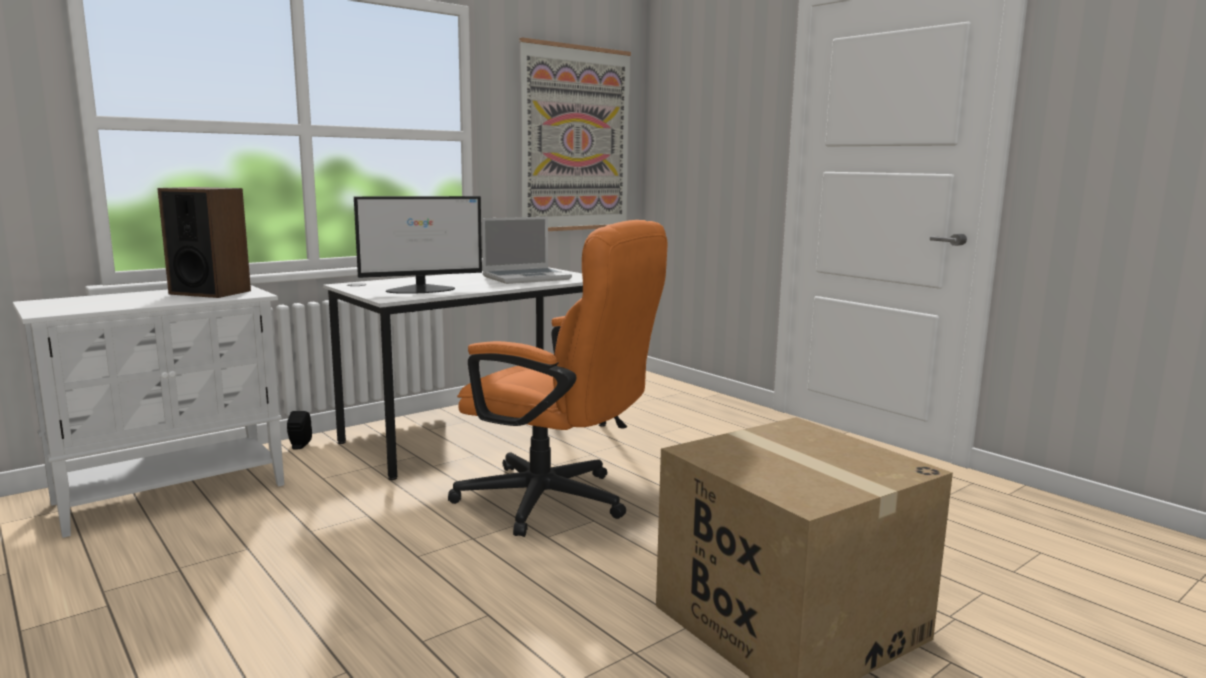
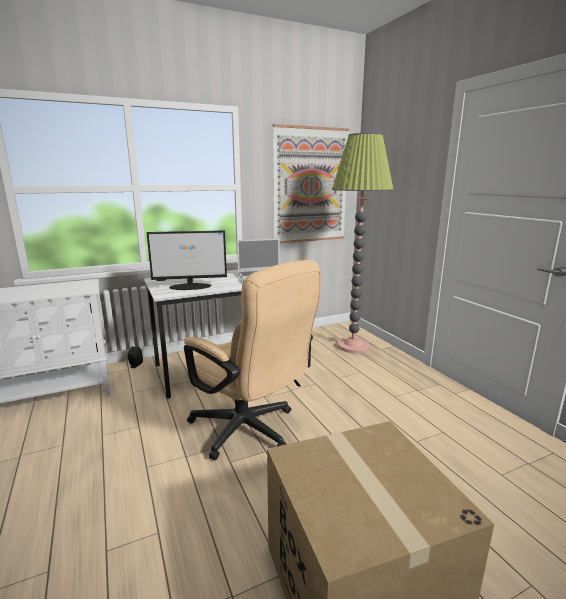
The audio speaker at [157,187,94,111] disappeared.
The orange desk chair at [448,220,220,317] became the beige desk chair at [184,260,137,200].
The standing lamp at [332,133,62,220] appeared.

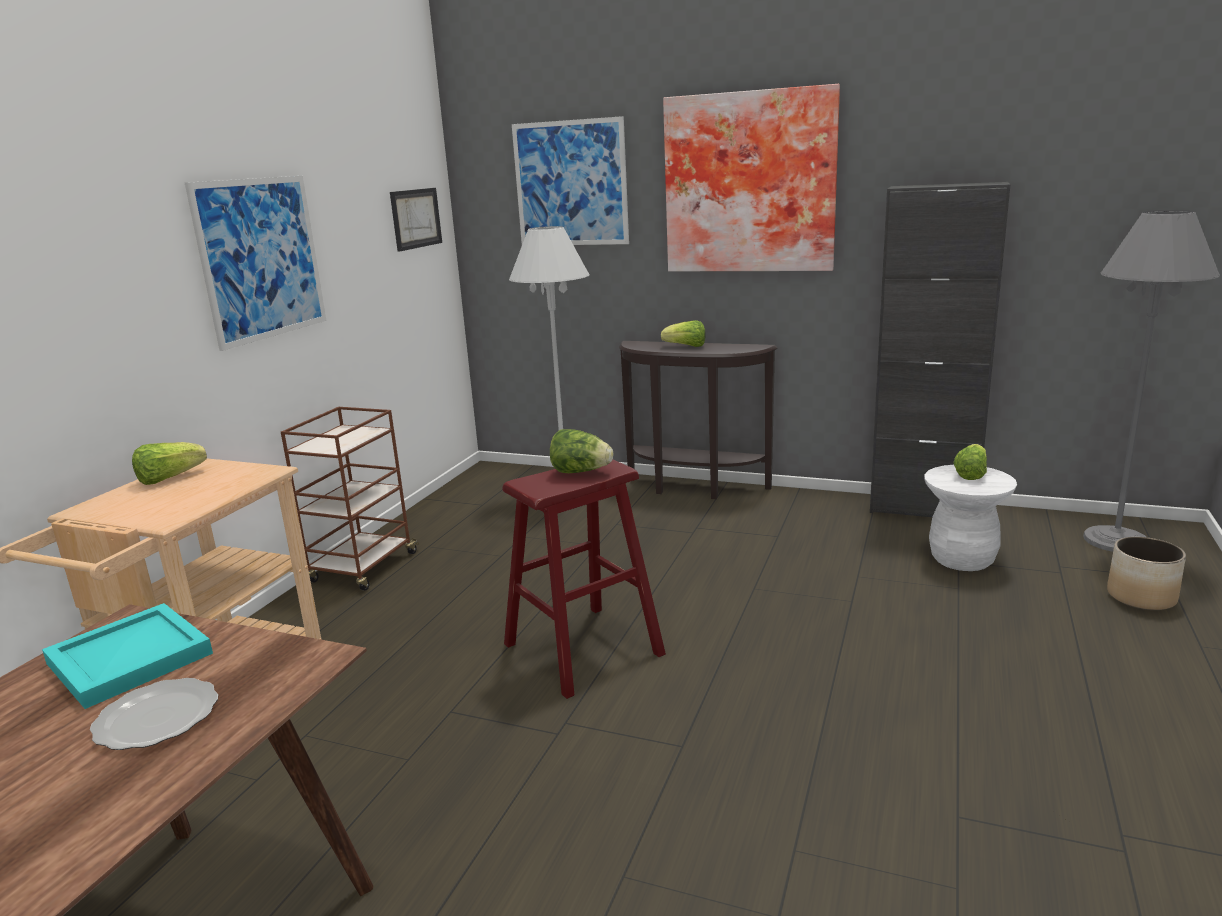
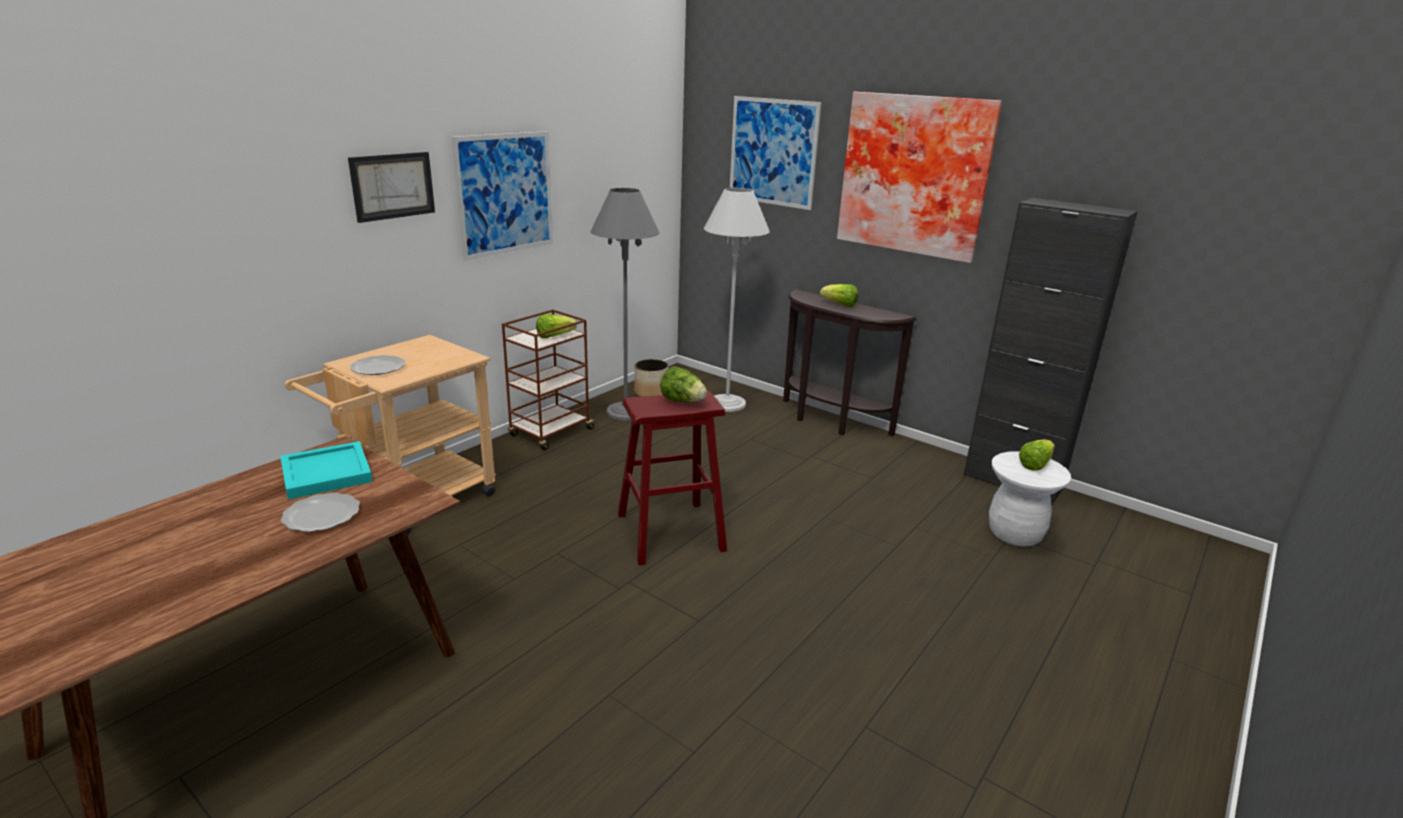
The lettuce moved from [132,442,75,43] to [536,314,41,24].
The picture moved from [390,188,52,64] to [348,152,87,71].
The grey standing lamp moved from [1083,210,137,342] to [590,188,69,232].
The planter moved from [1107,537,79,73] to [634,359,35,38].
The flat dish at [350,355,55,20] appeared.

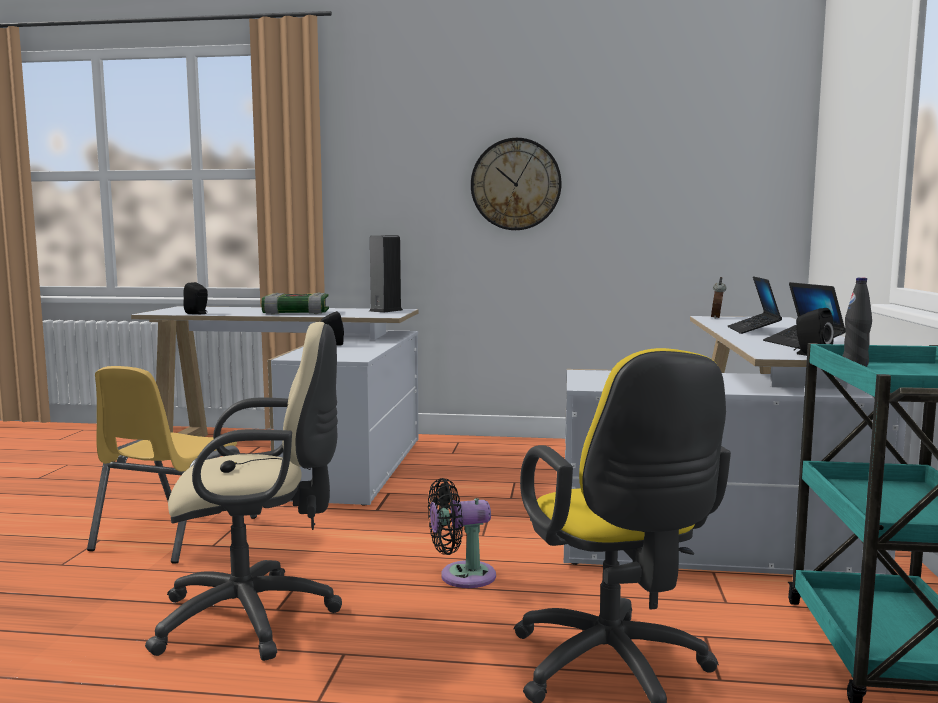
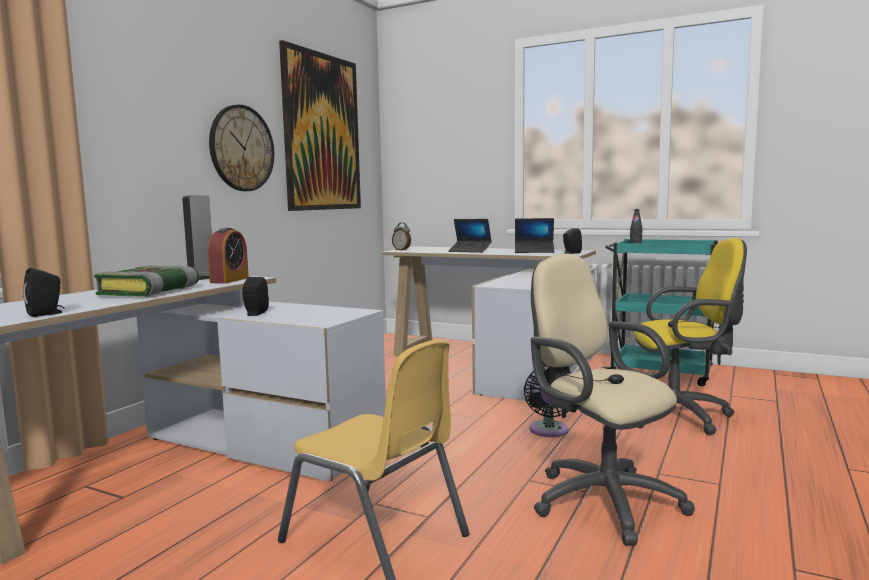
The beige desk chair at [145,322,197,339] turned 45 degrees counterclockwise.
The bedside clock at [208,227,41,57] appeared.
The picture at [279,40,82,171] appeared.

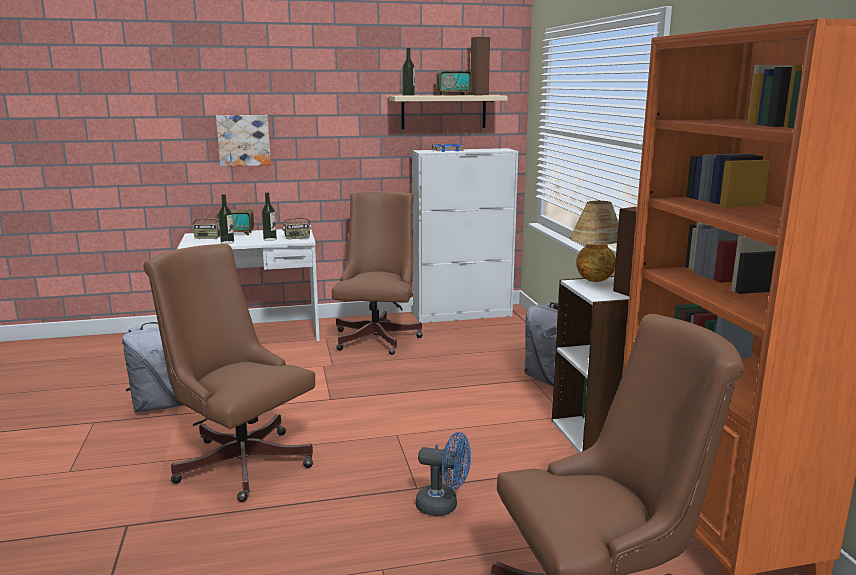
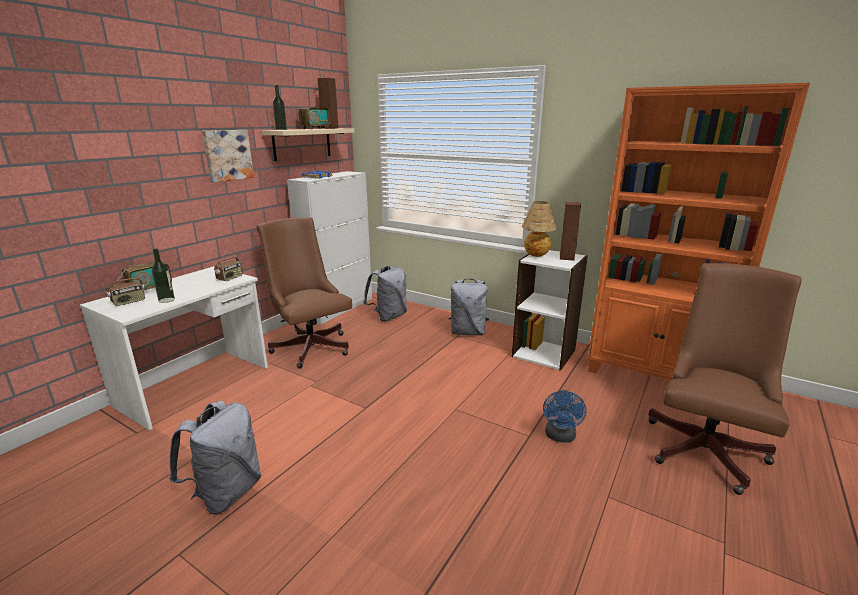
The brown-coloured desk chair at [143,244,172,258] disappeared.
The picture moved from [216,115,55,52] to [202,130,52,53].
The bottle at [262,192,15,49] disappeared.
The blue-coloured electric fan at [416,432,55,84] turned 135 degrees clockwise.
The grey backpack at [363,266,44,56] appeared.

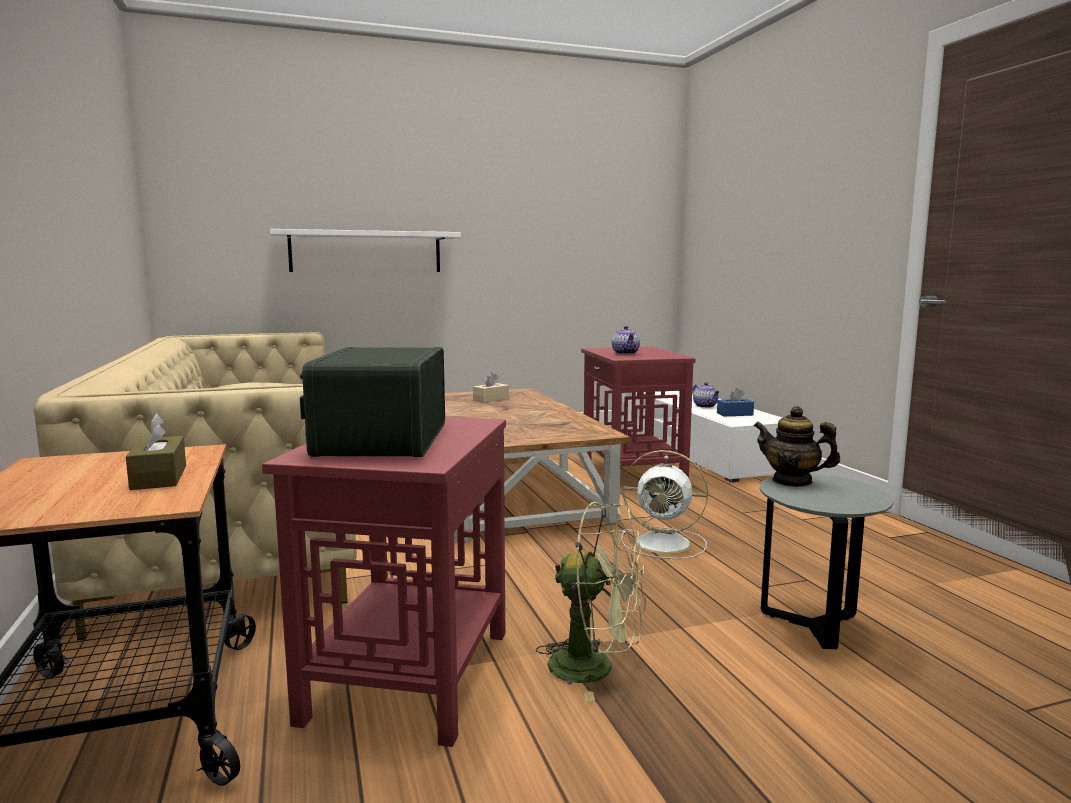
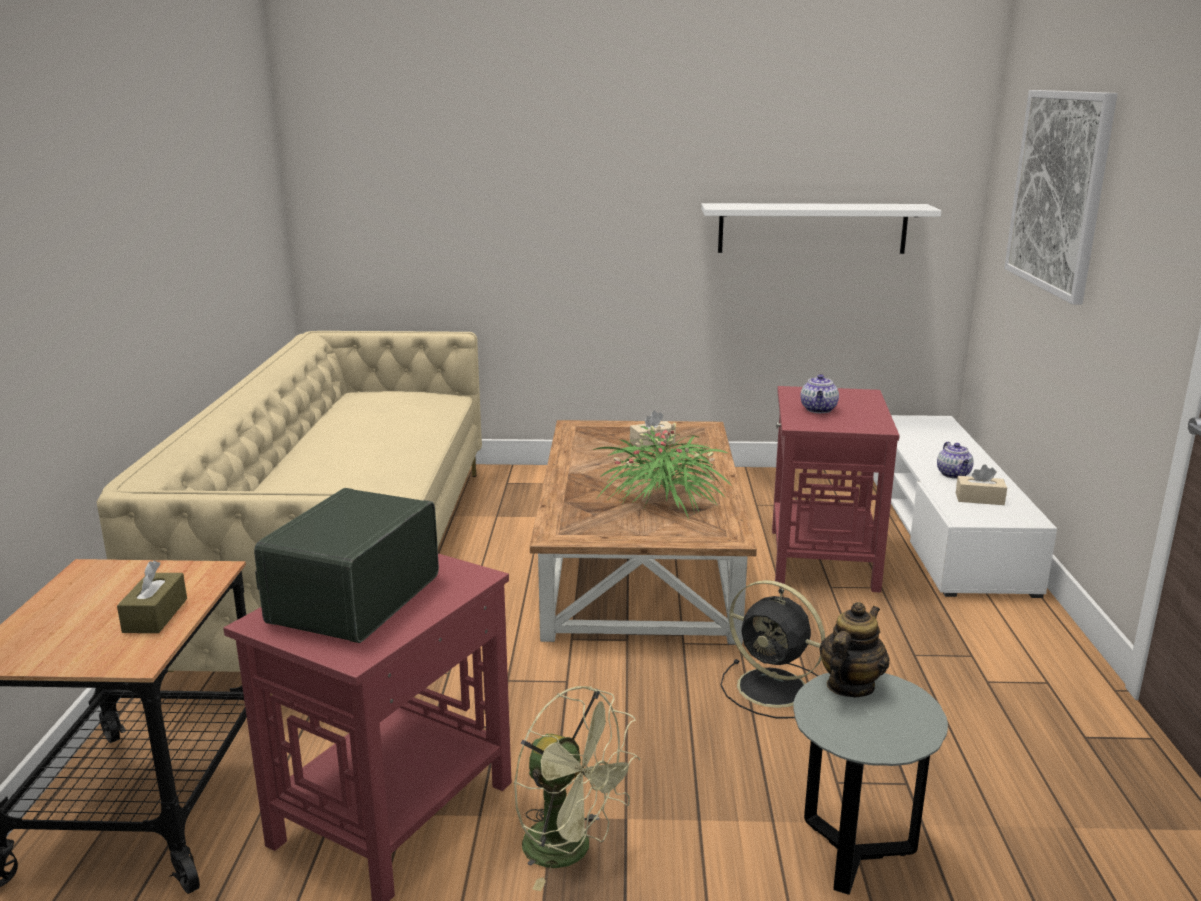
The white bracket shelf moved from [270,229,191,43] to [701,203,240,51].
The white electric fan at [621,450,87,109] became the blackish electric fan at [721,580,104,139].
The blue-coloured box of tissues at [717,388,37,28] became the beige box of tissues at [956,465,51,40].
The teapot at [754,406,86,81] turned 75 degrees clockwise.
The houseplant at [593,423,139,96] appeared.
The picture at [1004,90,113,215] appeared.

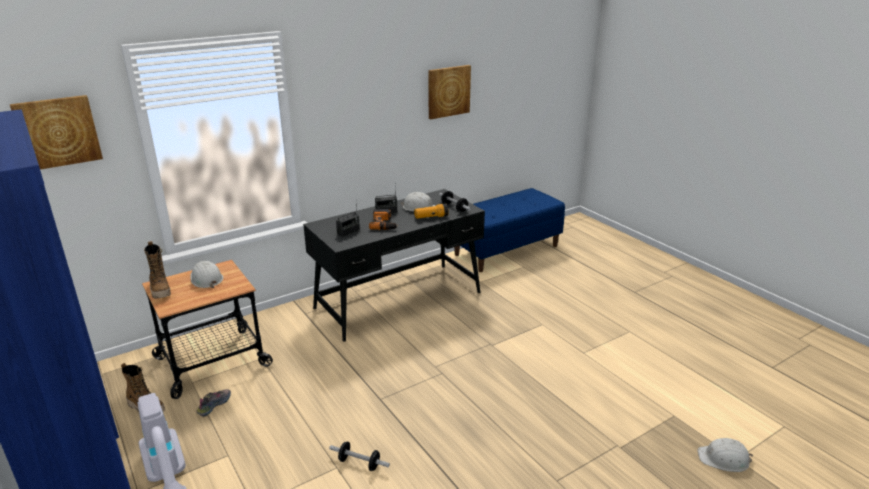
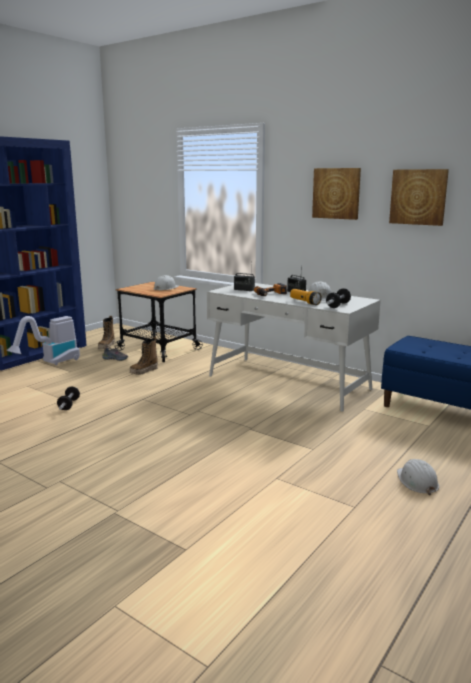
The picture moved from [10,95,93,74] to [312,168,49,52].
The tall boot moved from [144,241,27,58] to [130,337,28,38].
The blackish desk at [303,189,182,152] became the white desk at [207,283,174,129].
The white work helmet moved from [697,438,56,34] to [397,459,42,36].

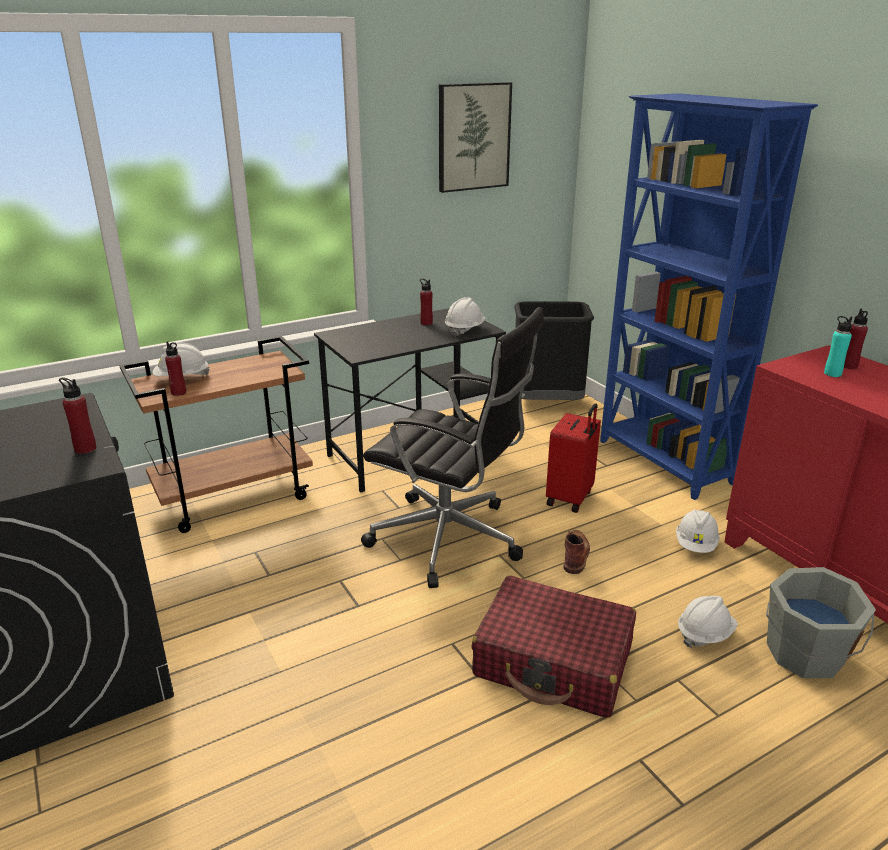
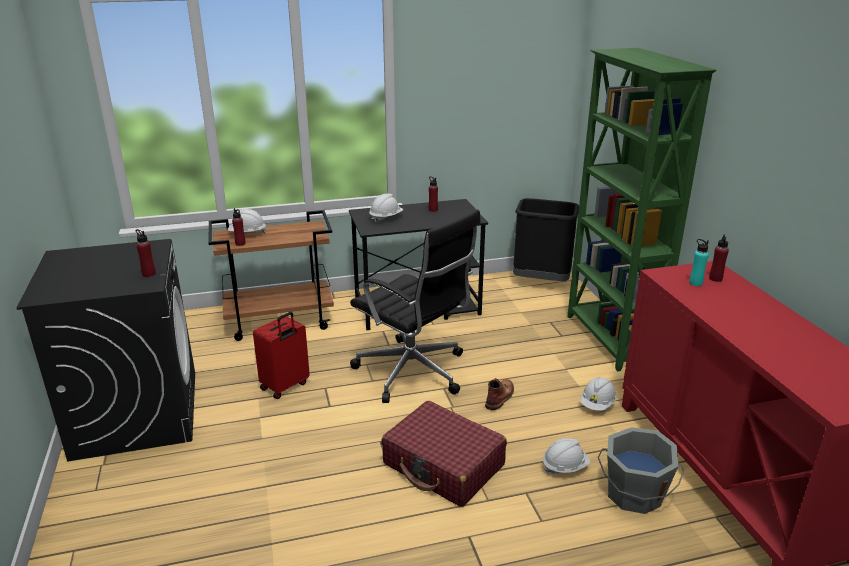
The picture at [439,82,73,111] disappeared.
The white work helmet moved from [445,297,40,40] to [369,194,34,29].
The red-coloured piece of luggage moved from [546,403,55,110] to [253,312,57,87].
The blue-coloured bookshelf at [600,93,218,407] became the green-coloured bookshelf at [567,48,149,324].

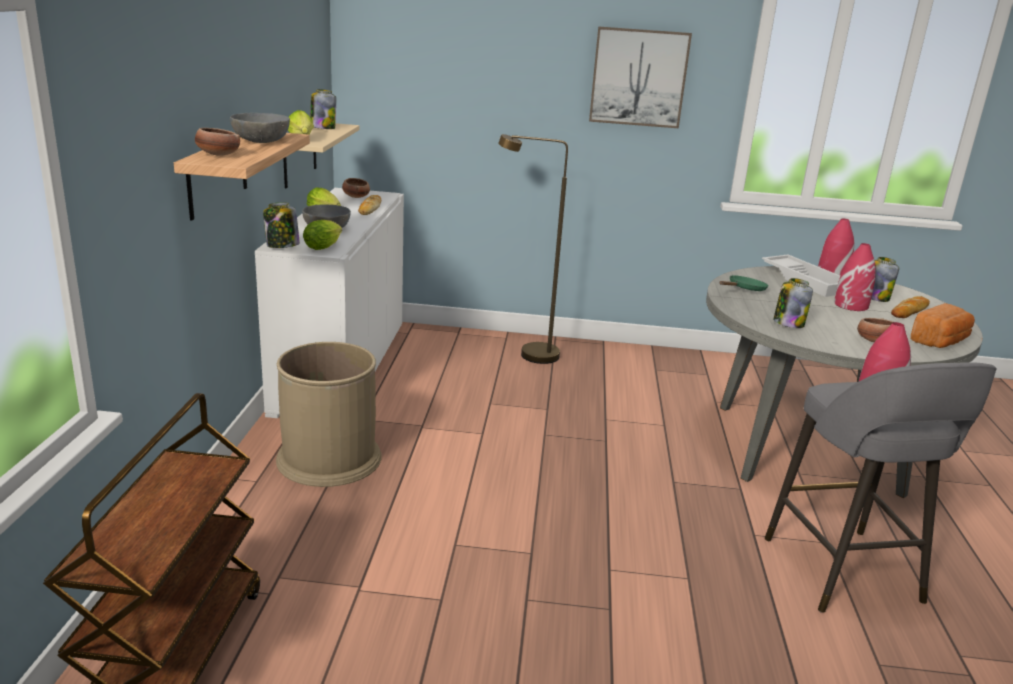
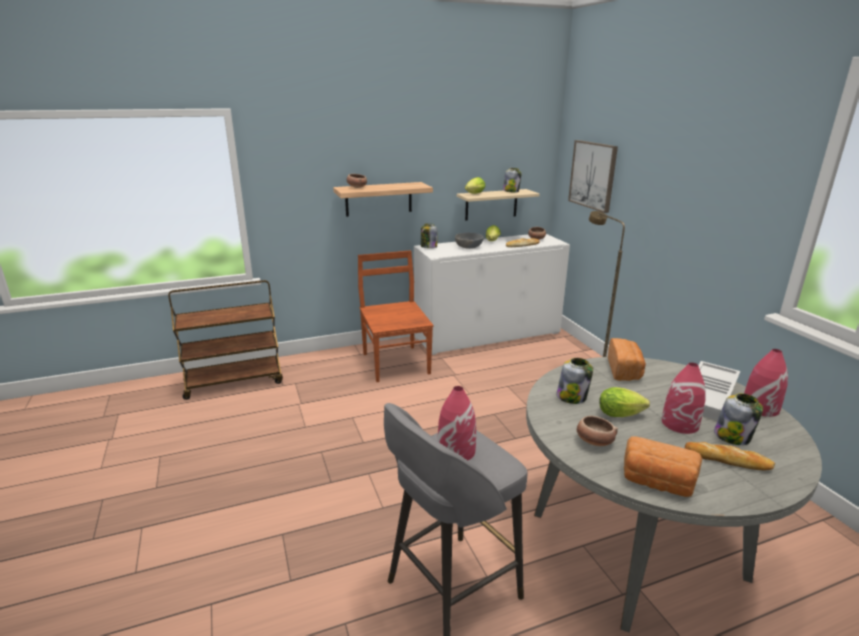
The grey serving bowl at [230,113,60,30] disappeared.
The brown-coloured trash can at [276,342,105,145] was replaced by the brown-coloured plain chair at [358,250,76,132].
The lettuce moved from [303,220,39,30] to [599,387,51,30].
The picture moved from [589,26,103,102] to [568,140,50,73].
The green-coloured skillet at [720,275,49,16] was replaced by the bakery bread at [608,338,38,43].

